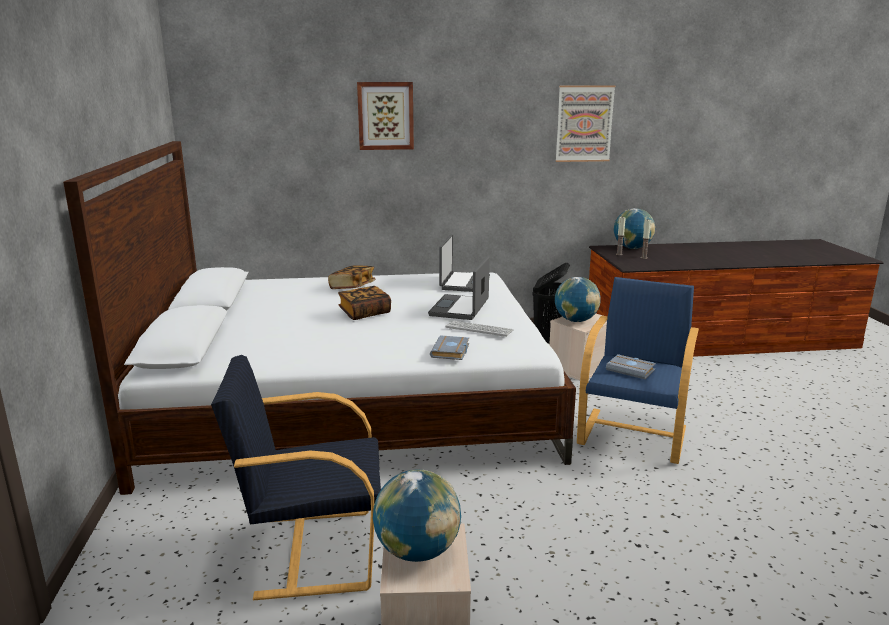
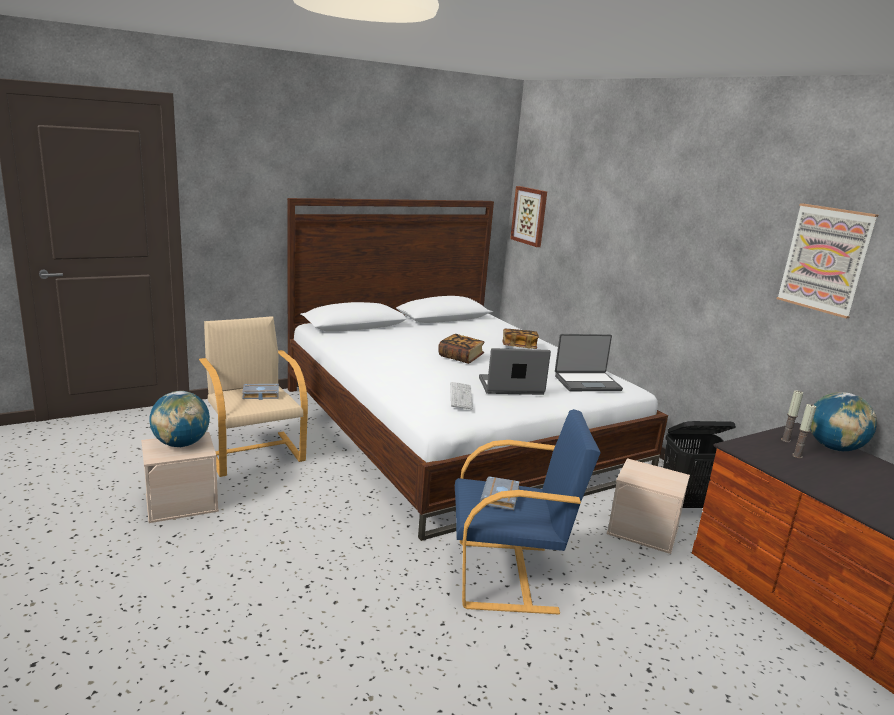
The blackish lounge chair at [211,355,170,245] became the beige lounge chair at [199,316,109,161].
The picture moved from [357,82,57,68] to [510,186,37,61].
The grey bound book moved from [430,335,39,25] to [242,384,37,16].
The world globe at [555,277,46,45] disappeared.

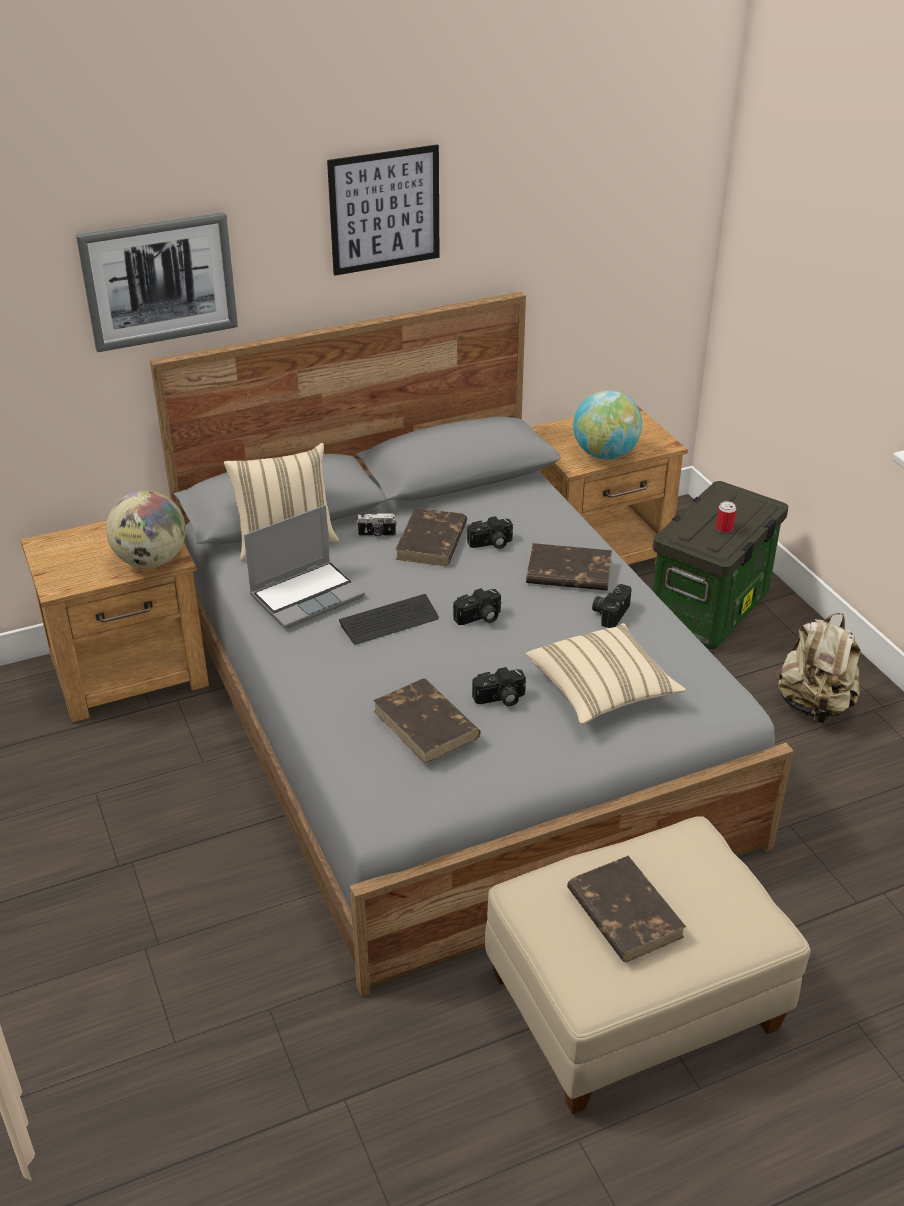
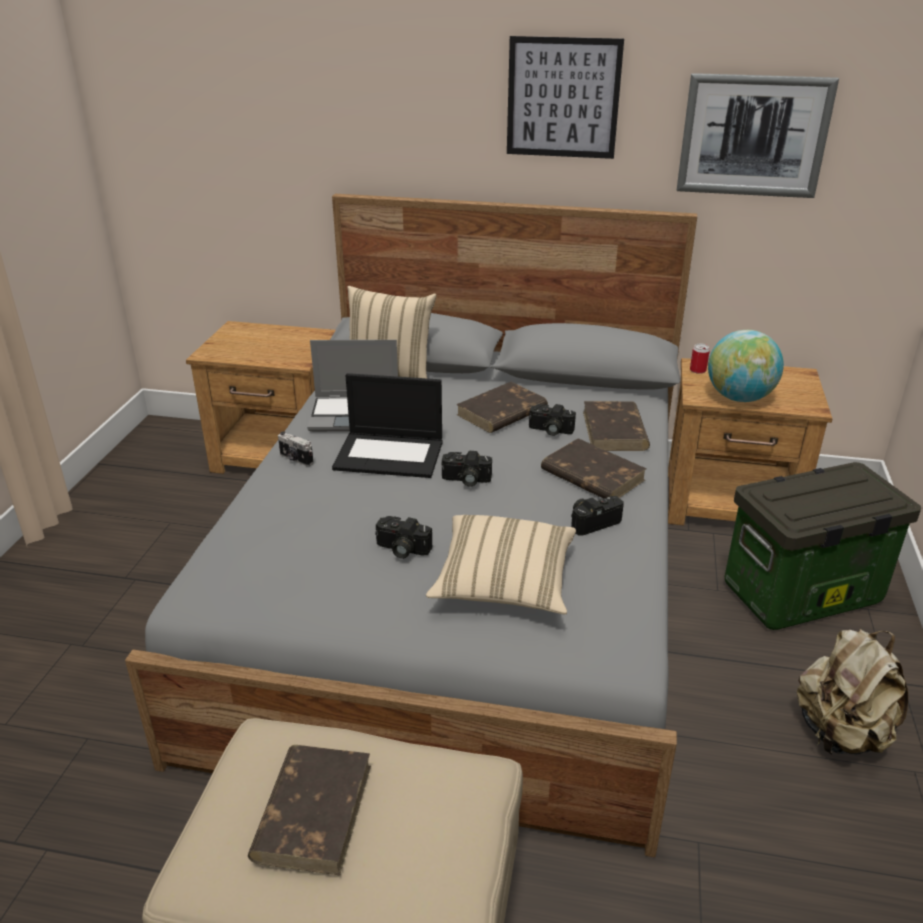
The picture moved from [76,212,162,140] to [677,73,162,125].
The world globe at [106,491,80,77] disappeared.
The keyboard at [339,594,100,51] was replaced by the portable computer at [332,373,111,105].
The still camera moved from [356,513,41,24] to [278,431,36,36].
The brown-coloured bound book moved from [373,678,108,86] to [583,401,67,50].
The metal can moved from [716,501,20,32] to [690,344,20,30].

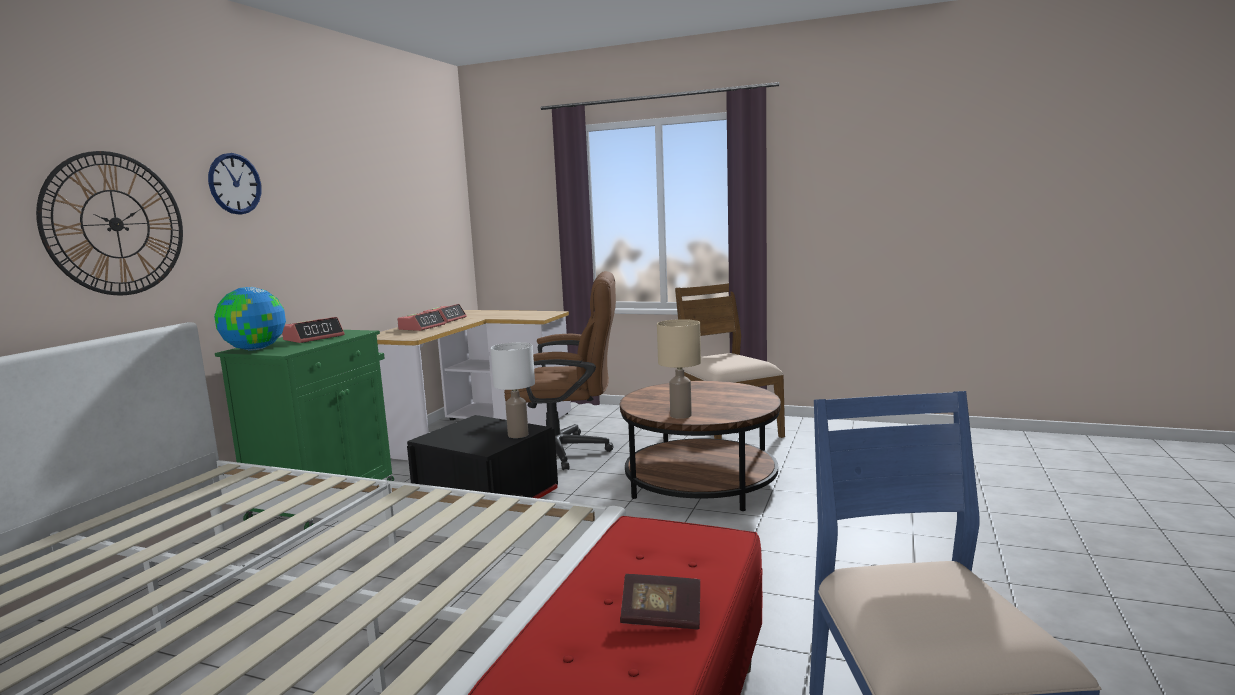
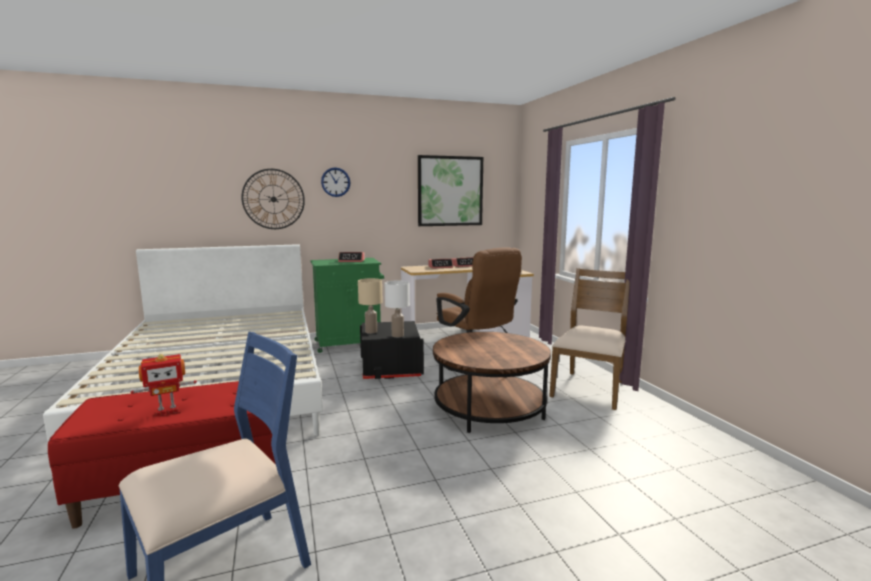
The world globe at [214,287,72,63] disappeared.
The bound book at [620,574,80,55] was replaced by the toy robot at [130,354,67,62].
The beige lamp for a table moved from [657,319,44,100] to [358,278,25,56].
The picture at [418,155,65,71] appeared.

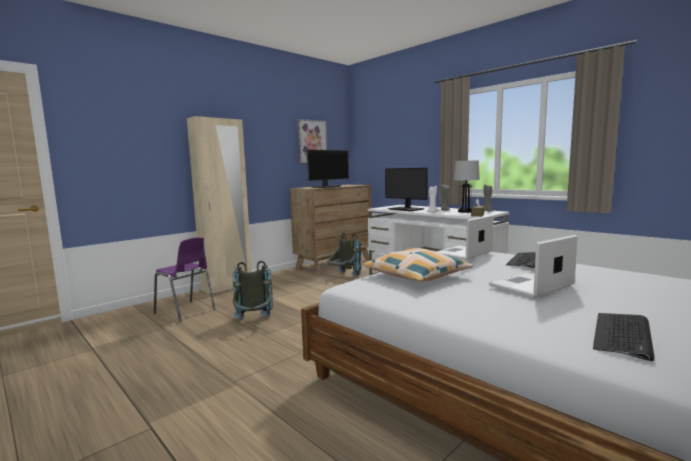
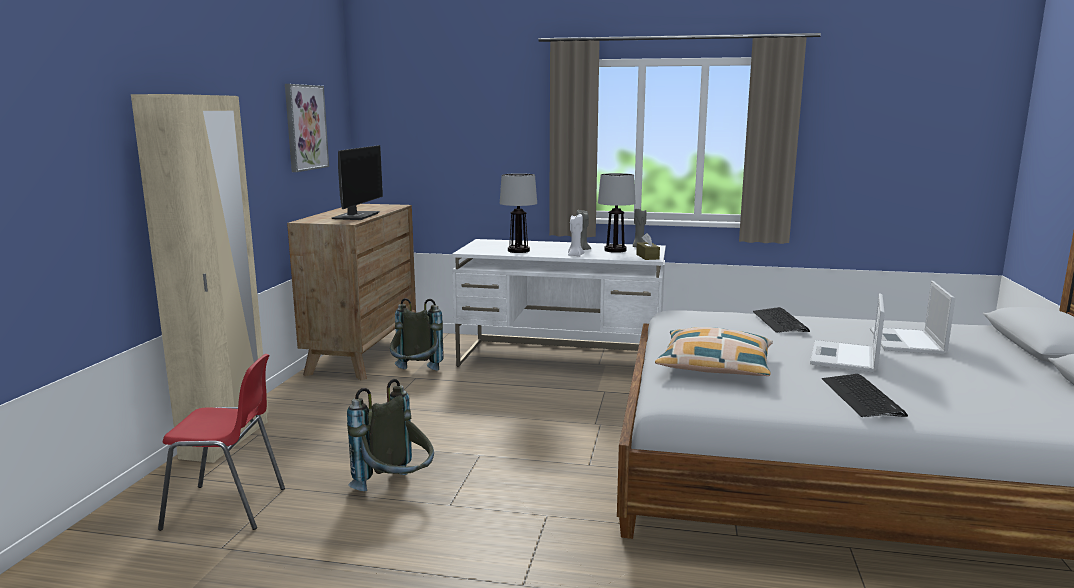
The purple plain chair at [154,237,62,85] became the red-coloured plain chair at [158,354,127,177].
The computer screen at [385,168,43,43] was replaced by the lamp for a table at [500,173,37,80].
The portable computer moved from [436,215,58,45] to [870,281,85,73].
The keyboard moved from [593,313,61,48] to [822,374,86,43].

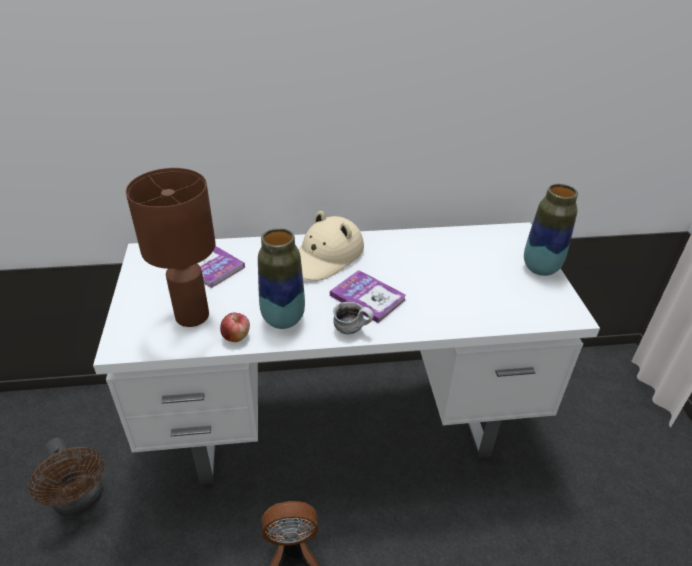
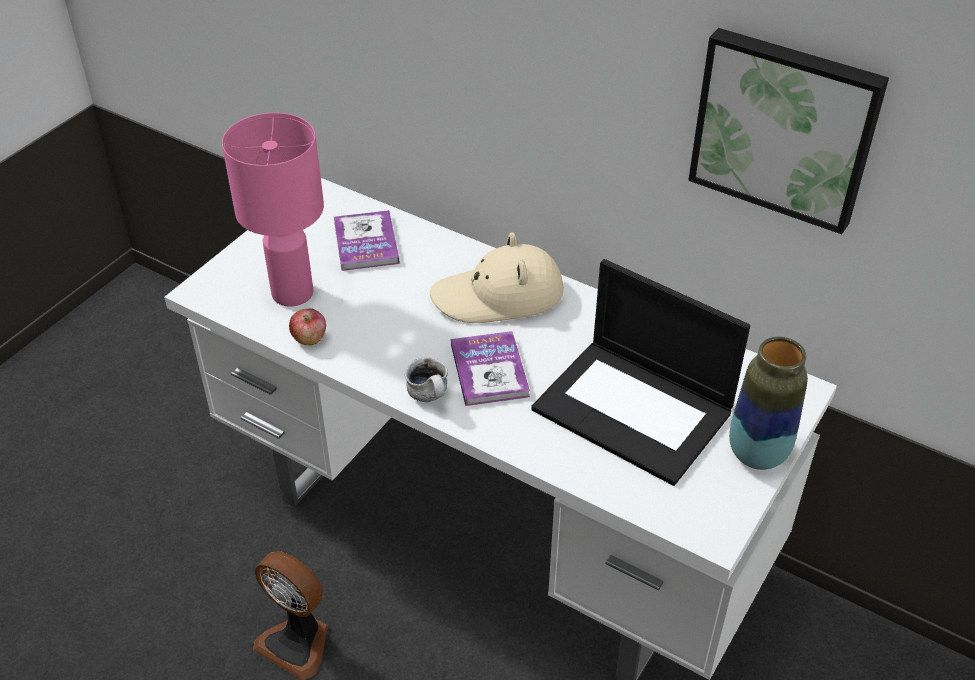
The brown-coloured electric fan at [29,438,75,78] disappeared.
The brown-coloured lamp for a table at [126,168,89,159] became the pinkish lamp for a table at [222,113,102,194].
The flower vase at [258,228,47,101] disappeared.
The portable computer at [531,259,219,227] appeared.
The picture at [688,28,201,206] appeared.

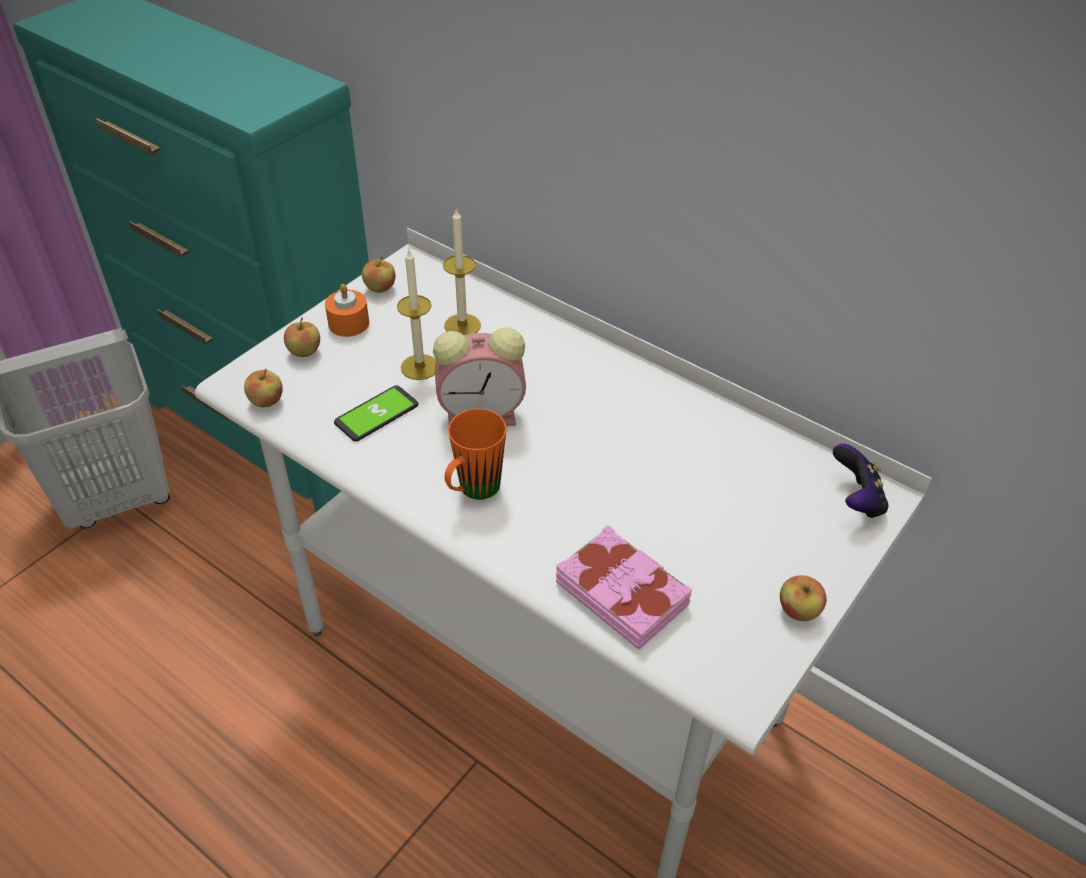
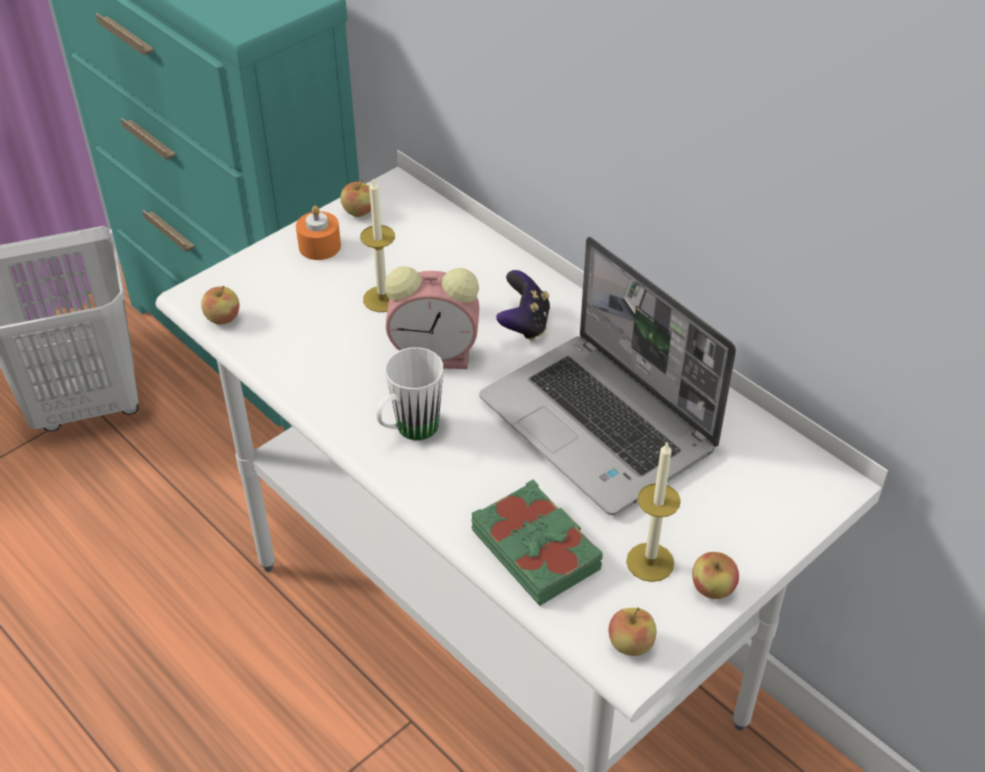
The apple moved from [284,317,36,40] to [609,608,47,48].
The handset at [334,385,85,56] disappeared.
The wax candle moved from [443,209,38,126] to [626,443,55,139].
The orange mug at [445,408,62,92] became the white mug at [376,347,67,93].
The pinkish bound book at [556,525,137,125] became the green-coloured bound book at [472,479,131,127].
The game controller moved from [833,444,55,74] to [496,270,54,71].
The portable computer at [479,236,257,279] appeared.

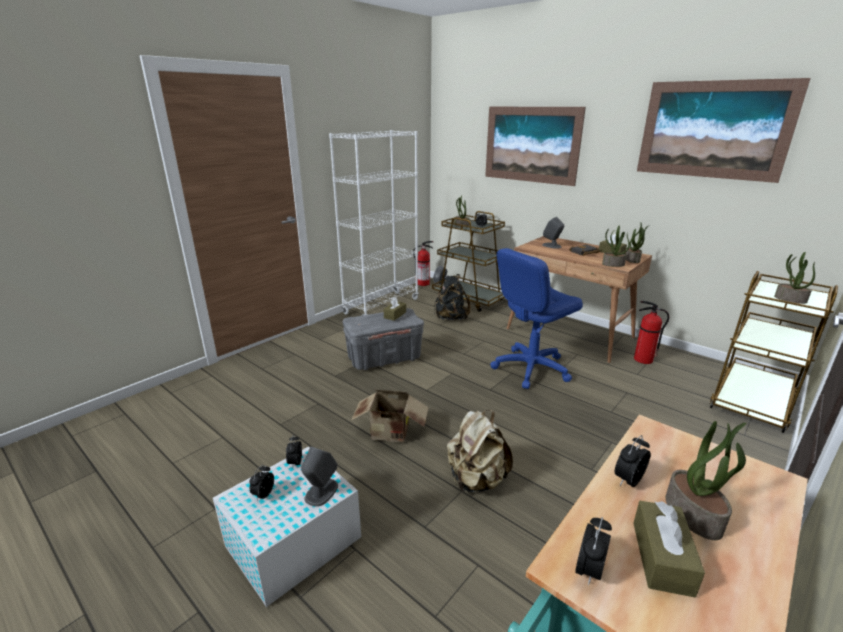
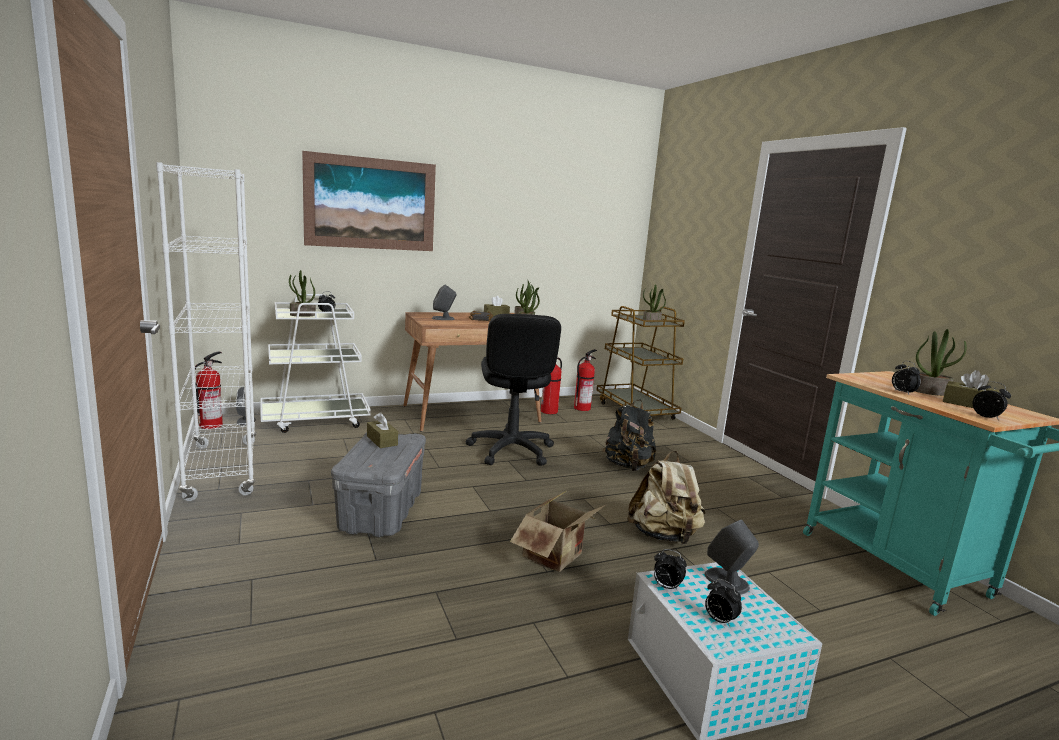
The brown-coloured wheeled cart at [432,211,73,101] became the white wheeled cart at [261,294,109,139].
The blackish backpack moved from [434,274,37,46] to [602,400,54,71].
The blue-coloured desk chair at [490,248,93,141] became the blackish desk chair at [466,314,95,152].
The picture at [637,78,174,105] disappeared.
The fire-fighting cylinder at [574,349,23,62] appeared.

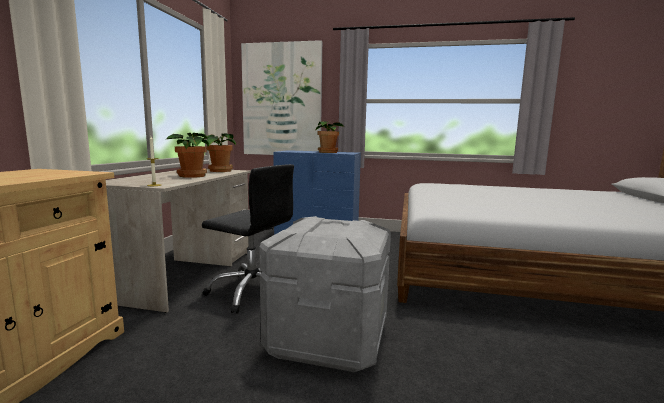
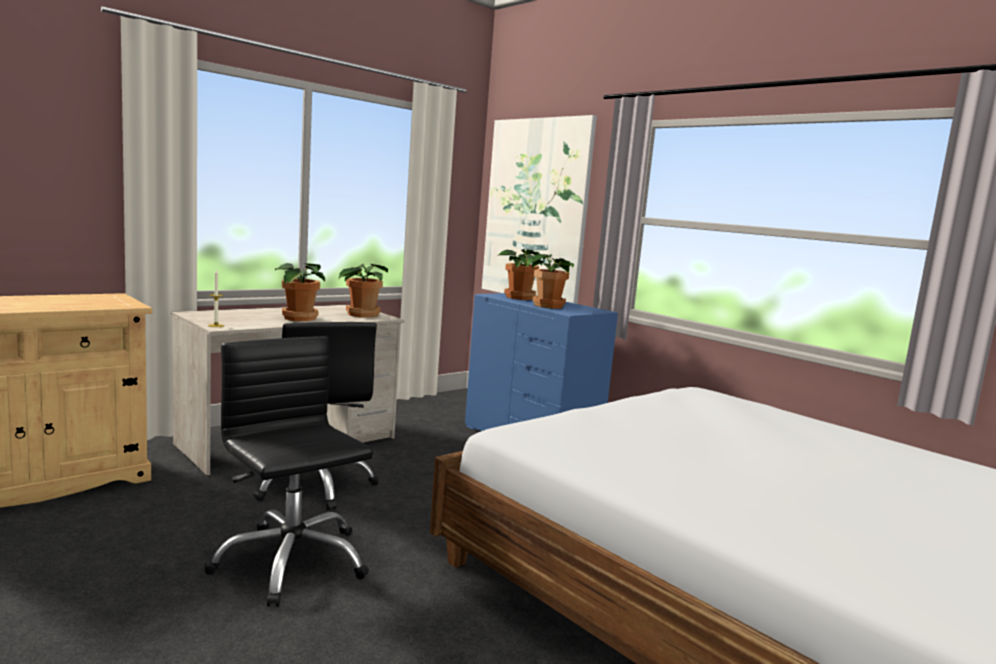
The grey storage box at [259,216,132,157] was replaced by the blackish desk chair at [204,336,169,271].
The houseplant at [499,249,43,51] appeared.

